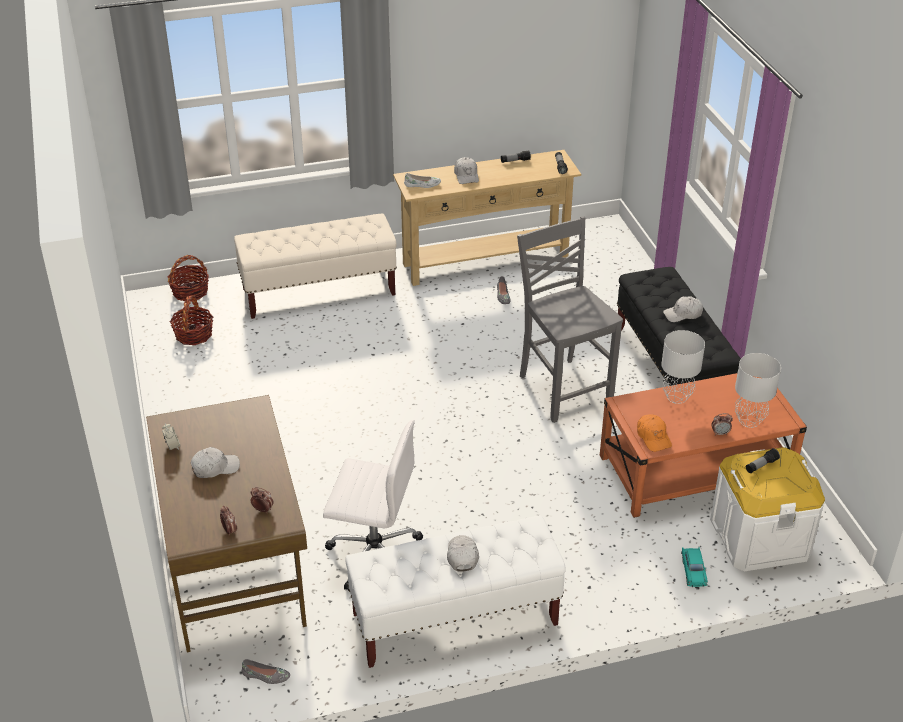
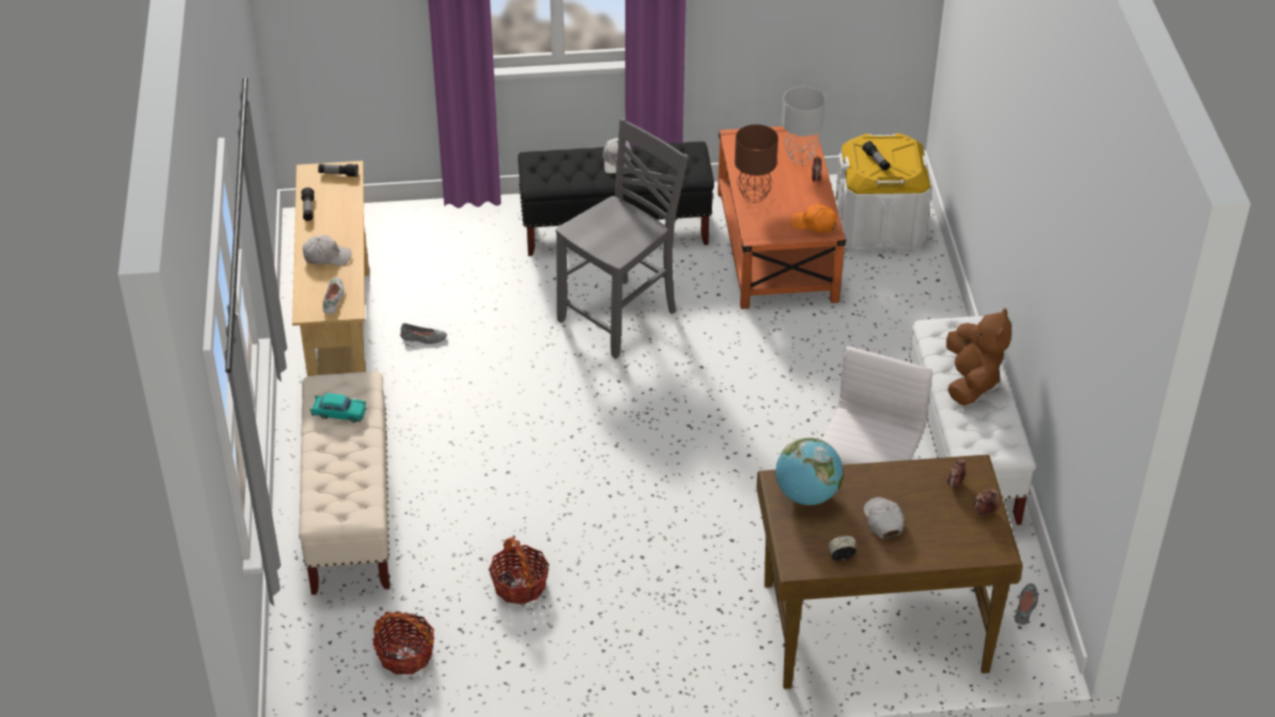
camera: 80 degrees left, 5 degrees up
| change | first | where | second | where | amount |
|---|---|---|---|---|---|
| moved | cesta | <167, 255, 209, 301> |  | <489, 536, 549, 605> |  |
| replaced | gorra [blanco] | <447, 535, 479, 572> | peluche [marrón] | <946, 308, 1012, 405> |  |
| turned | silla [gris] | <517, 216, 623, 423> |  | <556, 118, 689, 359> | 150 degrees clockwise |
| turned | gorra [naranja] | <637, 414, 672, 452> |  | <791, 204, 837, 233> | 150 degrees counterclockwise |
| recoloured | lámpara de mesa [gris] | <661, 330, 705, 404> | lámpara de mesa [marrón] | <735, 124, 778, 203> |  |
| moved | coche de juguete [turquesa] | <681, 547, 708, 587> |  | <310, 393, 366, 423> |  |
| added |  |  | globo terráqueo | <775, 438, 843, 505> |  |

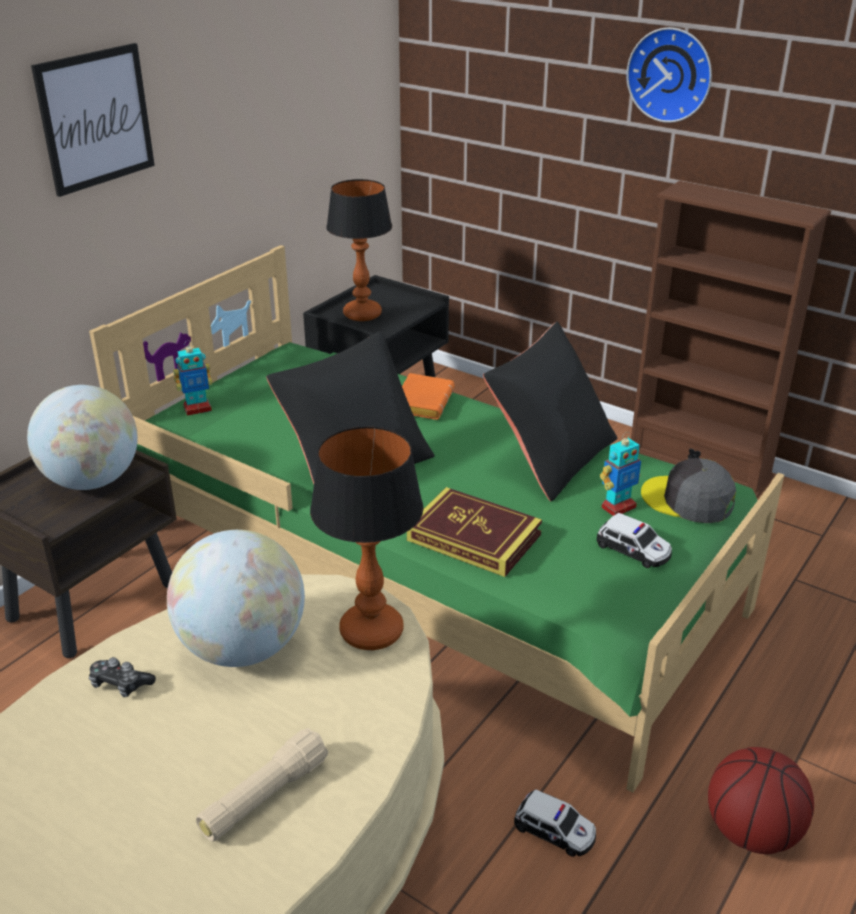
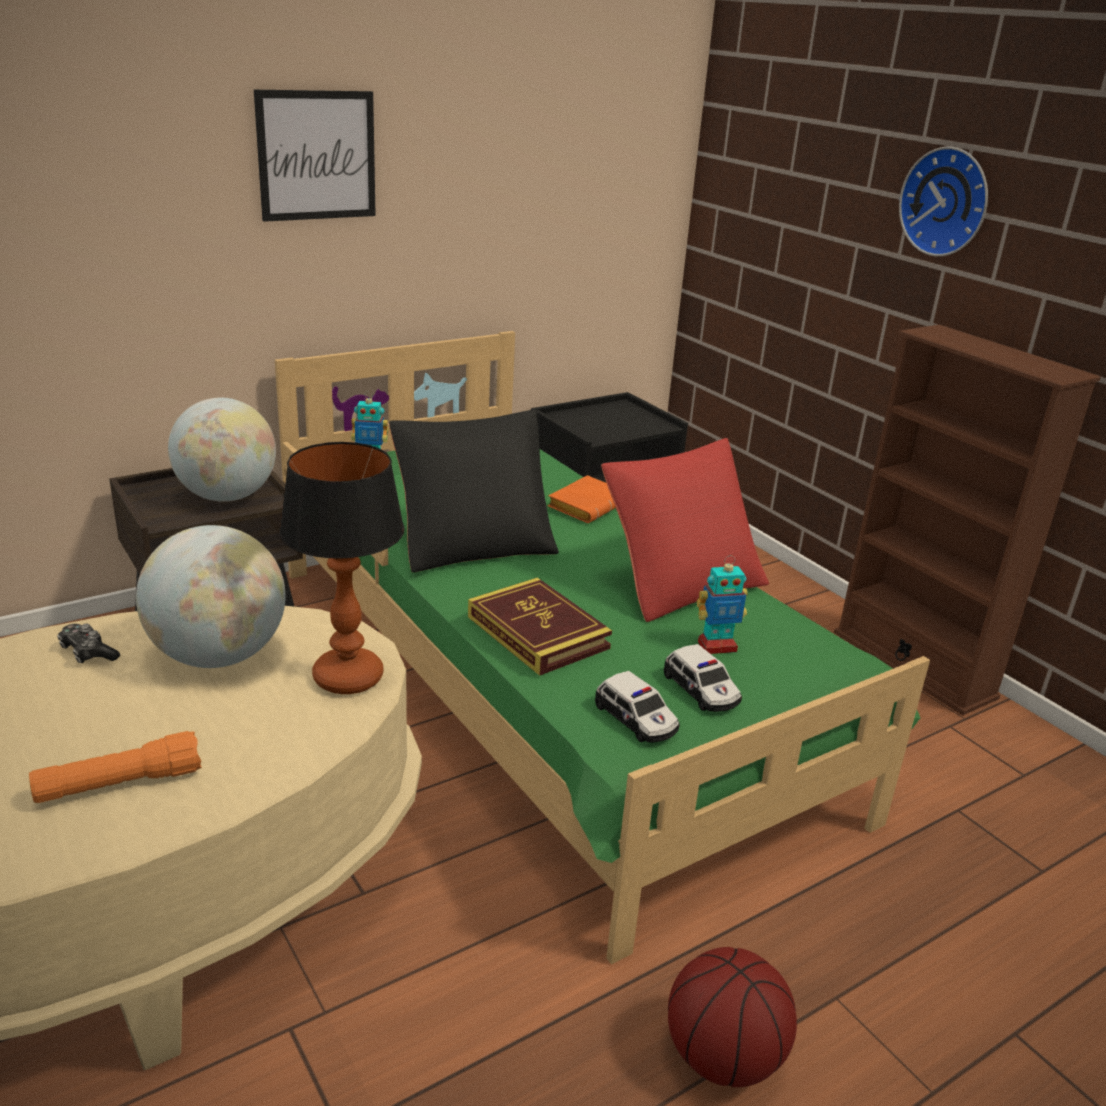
camera: 20 degrees right, 5 degrees down
| change | first | where | second | where | amount |
|---|---|---|---|---|---|
| recoloured | linterna [beis] | <196, 728, 328, 841> | linterna [naranja] | <29, 731, 202, 803> |  |
| removed | lámpara de mesa | <326, 179, 392, 321> |  |  |  |
| recoloured | cojín [negro] | <483, 322, 618, 501> | cojín [rojo] | <601, 438, 769, 622> |  |
| moved | coche de juguete | <514, 789, 596, 857> |  | <595, 671, 680, 743> |  |
| removed | gorra [gris] | <641, 458, 736, 523> |  |  |  |

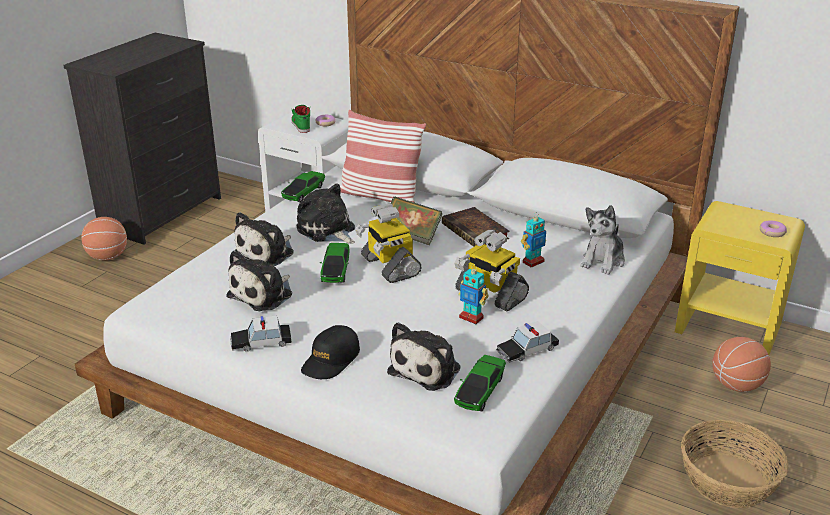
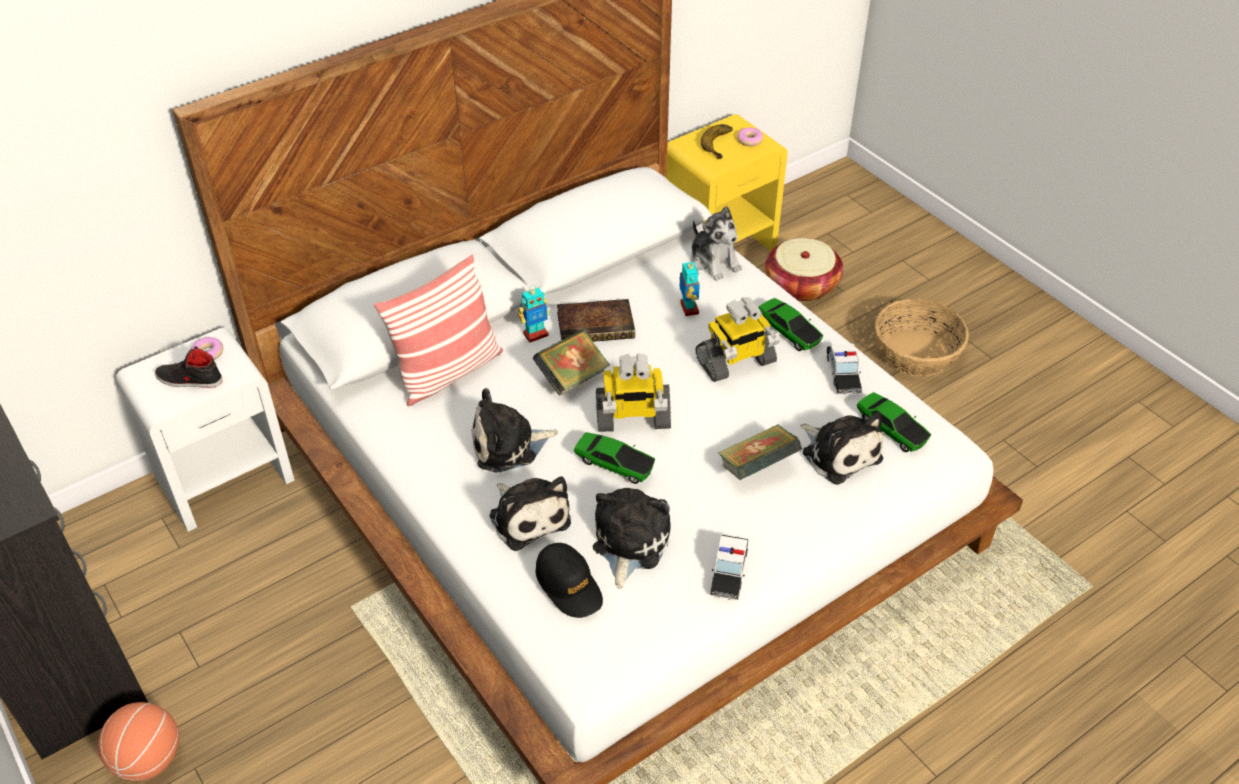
camera: 65 degrees left, 15 degrees up
| change | first | where | second | where | amount |
|---|---|---|---|---|---|
| turned | peluche | <226, 251, 292, 311> |  | <593, 487, 670, 589> | 135 degrees counterclockwise |
| moved | coche de juguete | <281, 171, 325, 202> |  | <758, 298, 823, 351> |  |
| recoloured | zapato [verde] | <291, 105, 310, 133> | zapato [negro] | <155, 346, 223, 388> |  |
| moved | gorra [negro] | <301, 325, 360, 379> |  | <536, 543, 603, 618> |  |
| moved | robot de juguete | <458, 264, 489, 324> |  | <518, 285, 550, 343> |  |
| replaced | balón de baloncesto | <712, 337, 771, 392> | cesta | <765, 238, 843, 301> |  |
| added |  |  | plátano | <701, 124, 733, 159> |  |
| added |  |  | libro | <718, 424, 802, 480> |  |

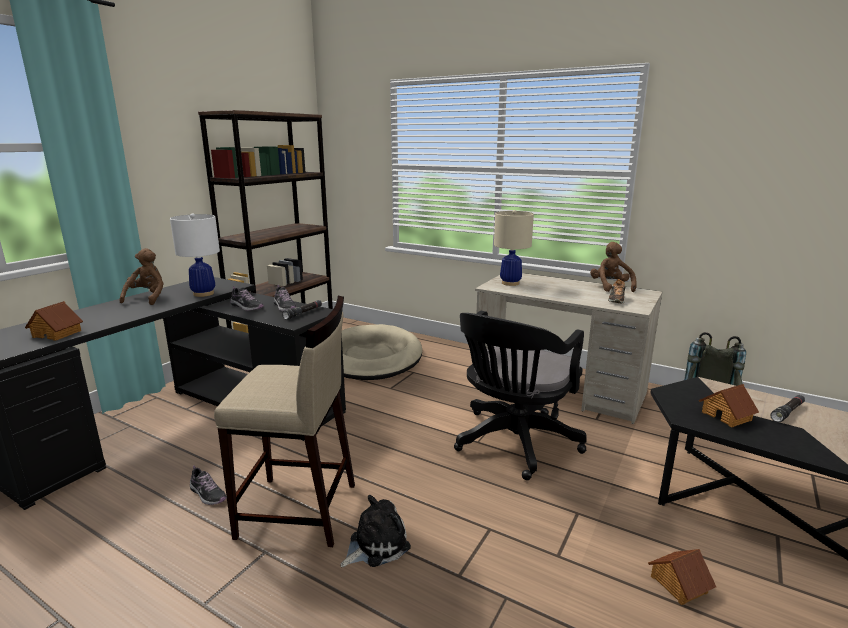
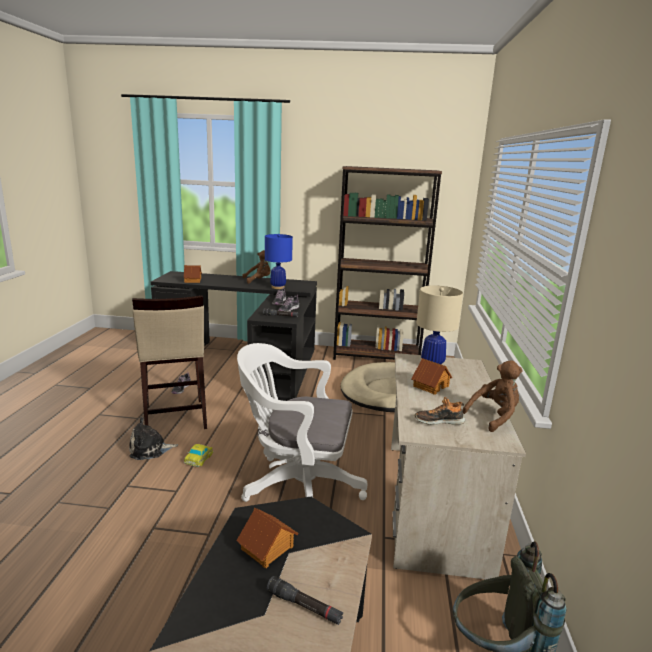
camera: 65 degrees right, 0 degrees up
| change | first | where | second | where | amount |
|---|---|---|---|---|---|
| recoloured | lámpara de mesa [blanco] | <170, 213, 220, 297> | lámpara de mesa [azul] | <265, 234, 293, 289> |  |
| turned | peluche | <340, 495, 411, 567> |  | <129, 417, 178, 460> | 135 degrees clockwise |
| recoloured | silla de oficina [negro] | <454, 311, 587, 480> | silla de oficina [blanco] | <237, 343, 368, 502> |  |
| moved | casita | <648, 549, 716, 605> |  | <411, 358, 452, 395> |  |
| added |  |  | coche de juguete | <184, 444, 213, 467> |  |

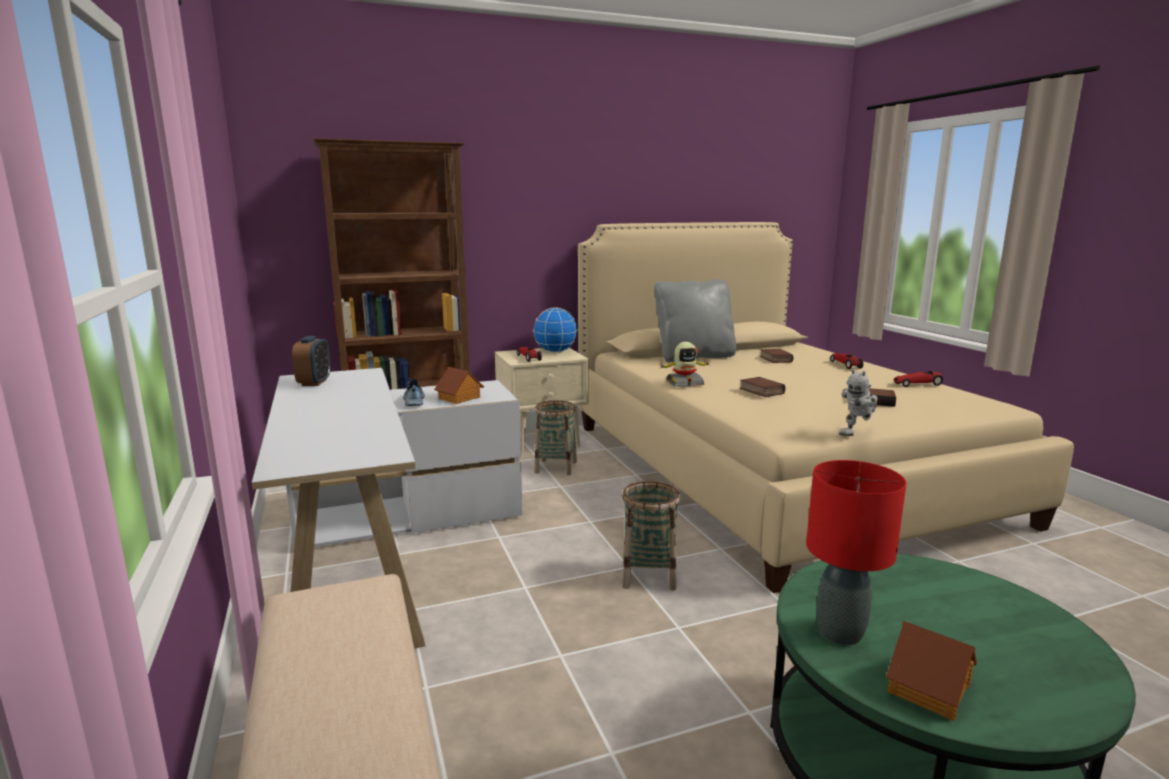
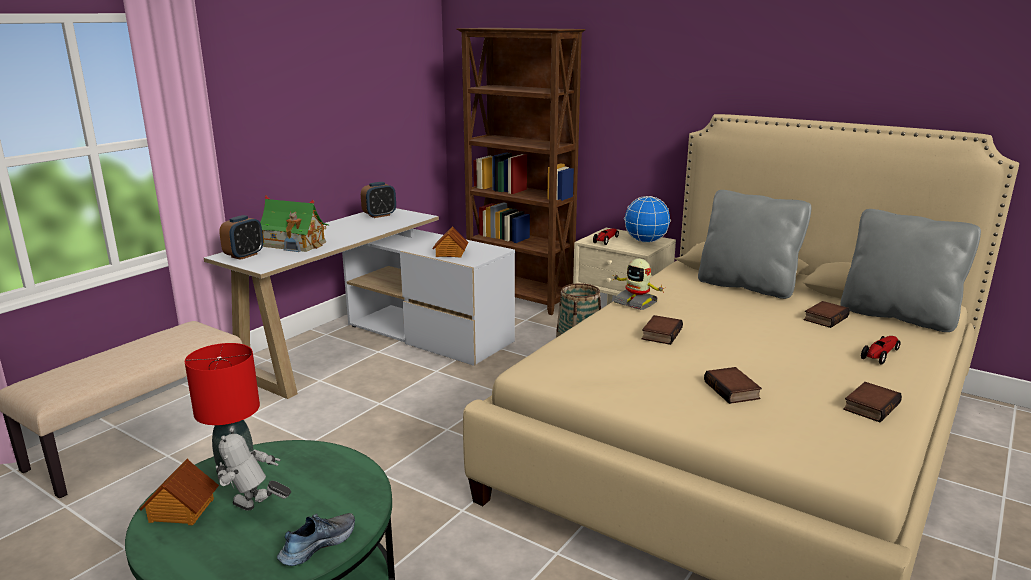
camera: 55 degrees right, 5 degrees up
| change | first | where | second | where | amount |
|---|---|---|---|---|---|
| moved | zapato | <403, 379, 425, 406> |  | <277, 513, 355, 566> |  |
| removed | cesta | <622, 481, 680, 591> |  |  |  |
| moved | robot de juguete | <839, 369, 877, 436> |  | <216, 428, 291, 511> |  |
| replaced | coche de juguete | <894, 371, 943, 387> | libro | <843, 382, 902, 422> |  |
| added |  |  | despertador | <219, 215, 263, 260> |  |
| added |  |  | casita | <260, 196, 329, 252> |  |
| added |  |  | cojín [gris] | <841, 209, 981, 332> |  |

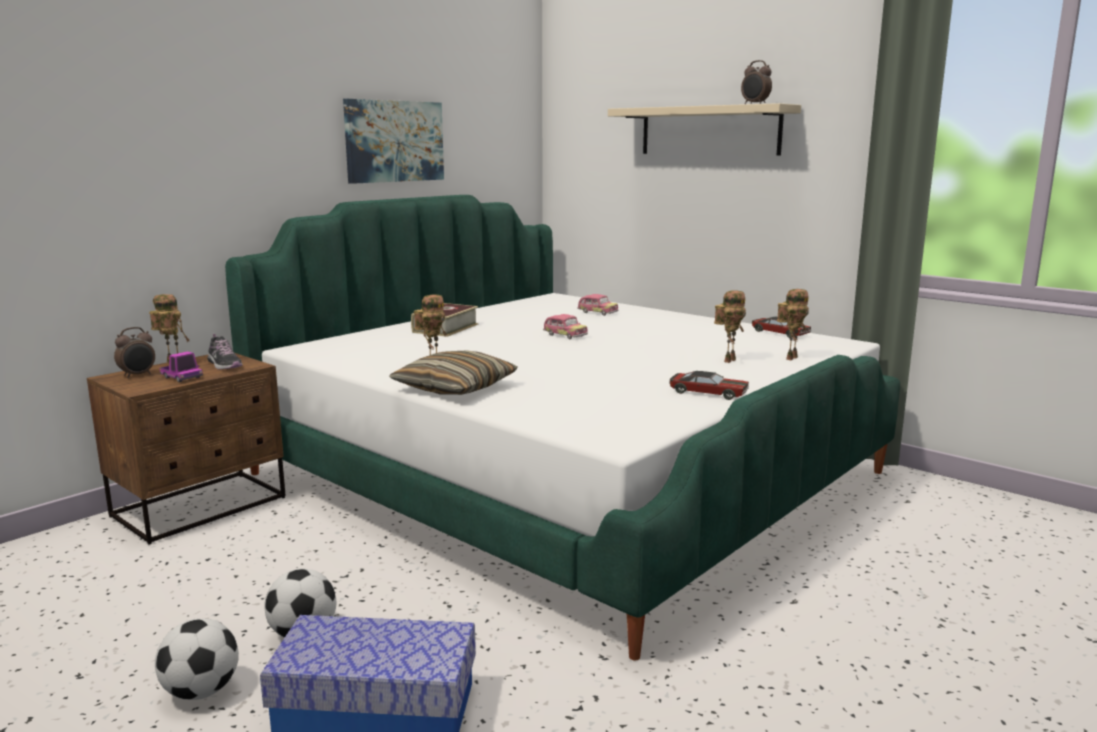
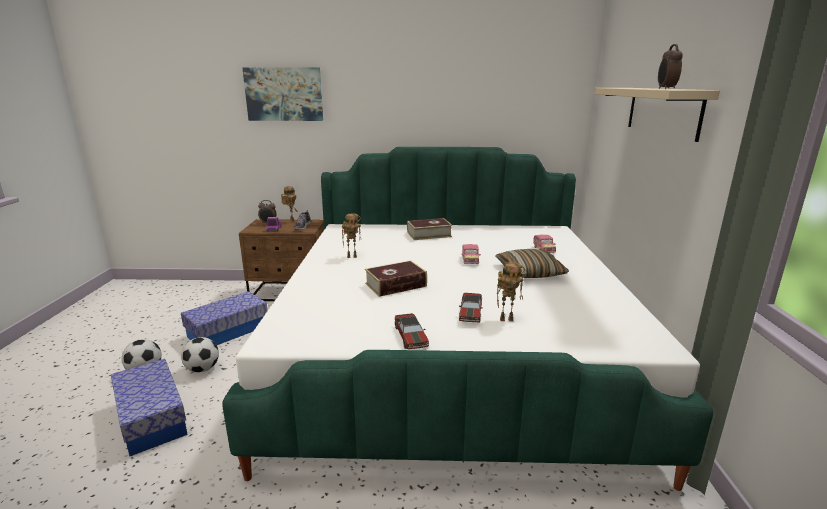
camera: 50 degrees right, 5 degrees up
| change | first | where | second | where | amount |
|---|---|---|---|---|---|
| moved | cuadro | <343, 99, 444, 184> |  | <242, 67, 323, 121> |  |
| moved | cojín | <389, 351, 518, 395> |  | <495, 249, 569, 278> |  |
| moved | coche de juguete | <752, 316, 811, 338> |  | <459, 293, 483, 322> |  |
| removed | robot de juguete | <777, 289, 809, 360> |  |  |  |
| added |  |  | caja de almacenaje | <181, 291, 268, 345> |  |
| added |  |  | libro | <365, 260, 427, 297> |  |

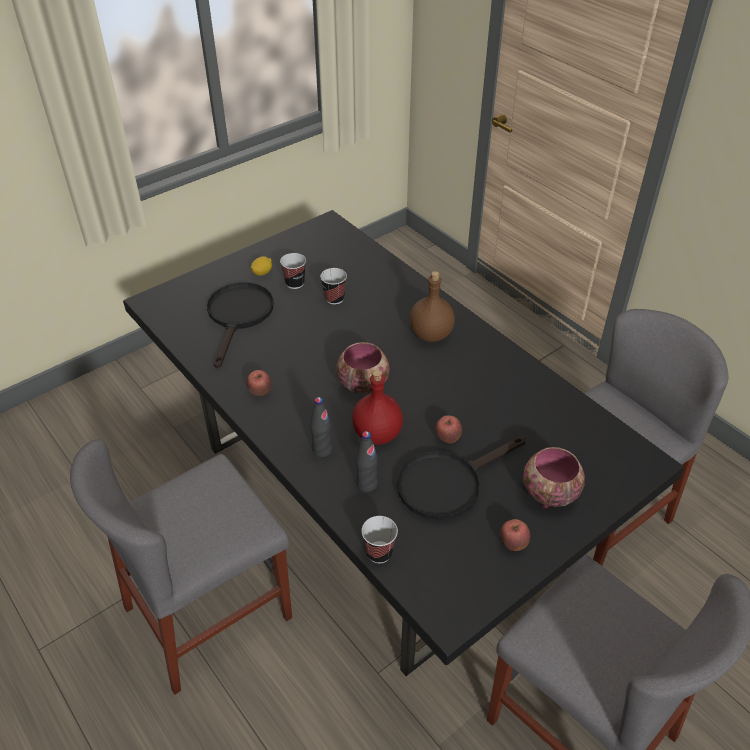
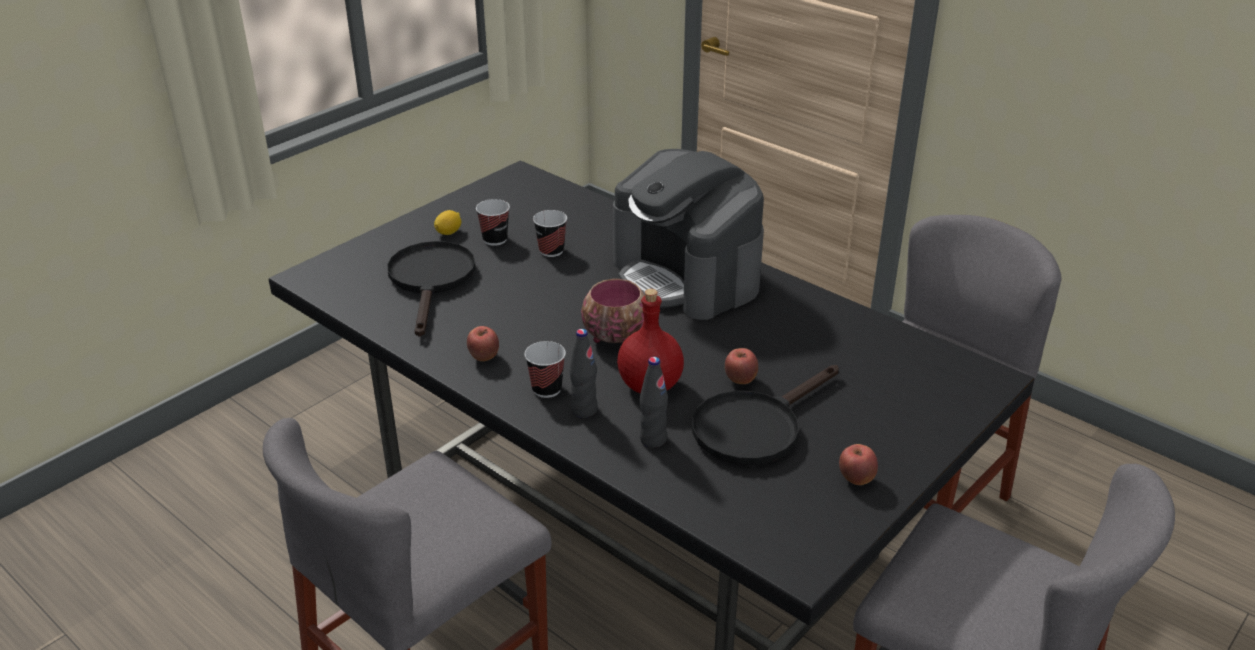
camera: 10 degrees left, 10 degrees down
| change | first | where | second | where | amount |
|---|---|---|---|---|---|
| moved | taza | <362, 516, 398, 563> |  | <525, 341, 566, 398> |  |
| replaced | botella [marrón] | <410, 271, 455, 342> | cafetera | <613, 149, 764, 320> |  |
| removed | cuenco | <523, 447, 585, 509> |  |  |  |

